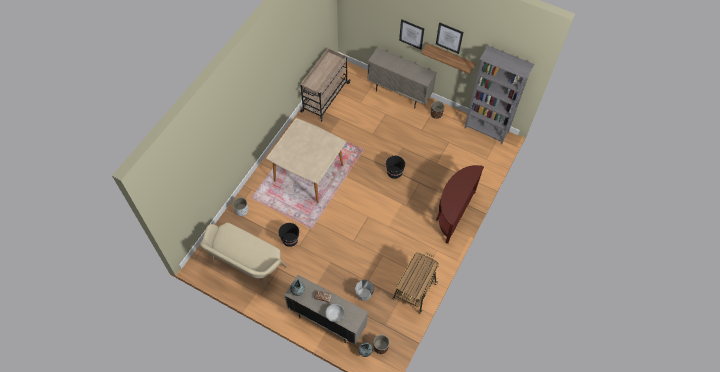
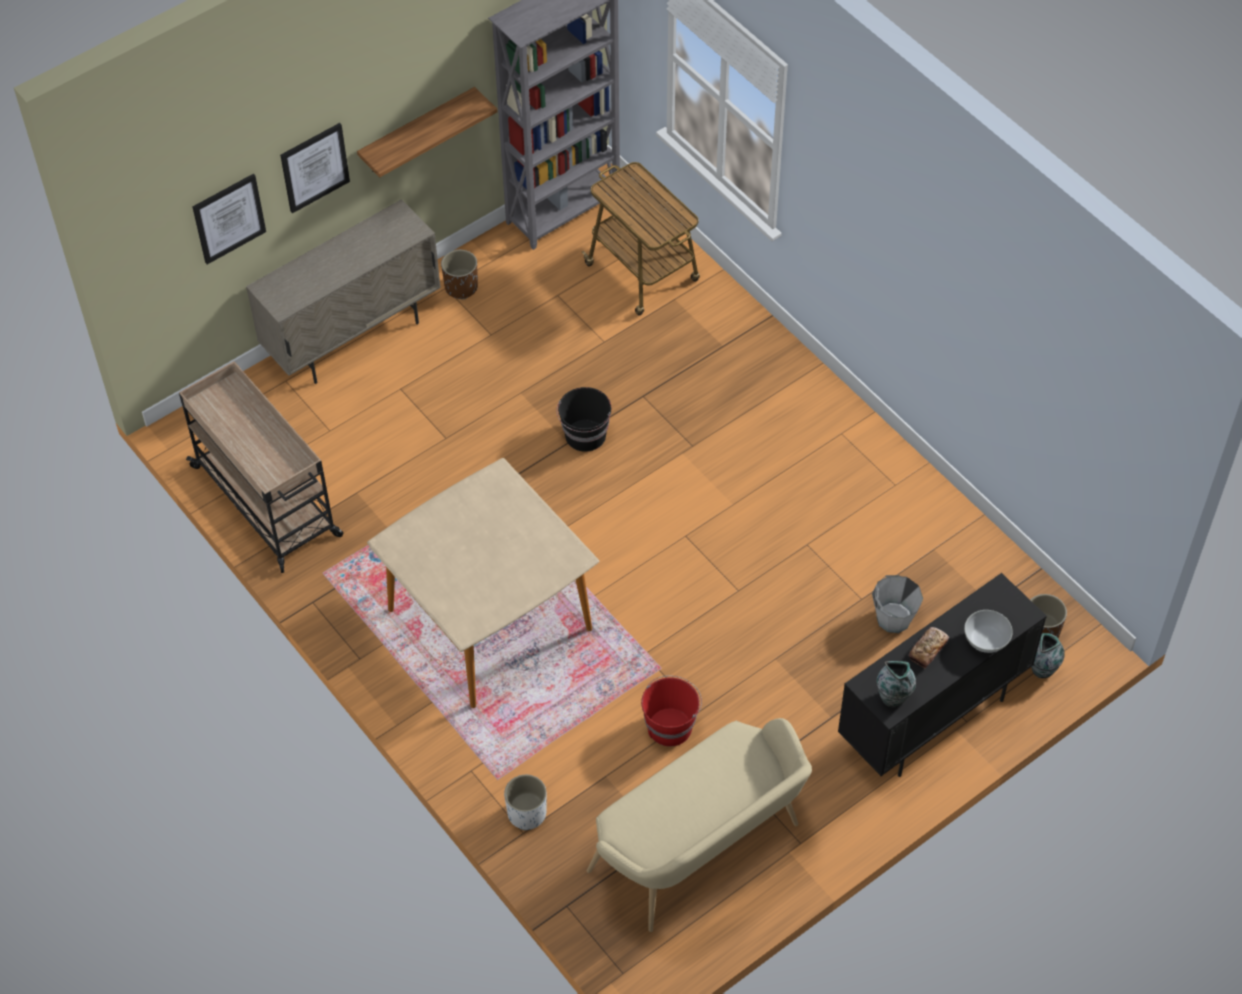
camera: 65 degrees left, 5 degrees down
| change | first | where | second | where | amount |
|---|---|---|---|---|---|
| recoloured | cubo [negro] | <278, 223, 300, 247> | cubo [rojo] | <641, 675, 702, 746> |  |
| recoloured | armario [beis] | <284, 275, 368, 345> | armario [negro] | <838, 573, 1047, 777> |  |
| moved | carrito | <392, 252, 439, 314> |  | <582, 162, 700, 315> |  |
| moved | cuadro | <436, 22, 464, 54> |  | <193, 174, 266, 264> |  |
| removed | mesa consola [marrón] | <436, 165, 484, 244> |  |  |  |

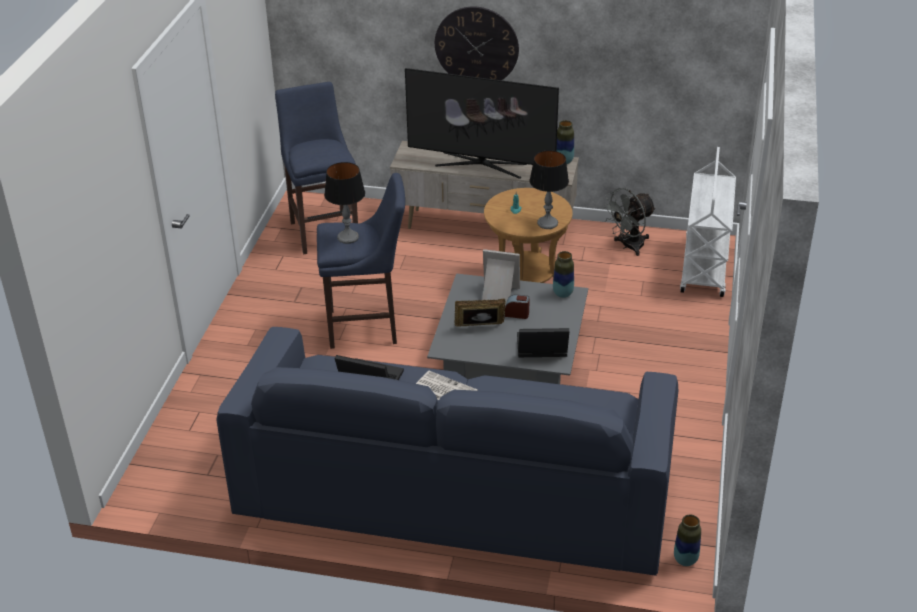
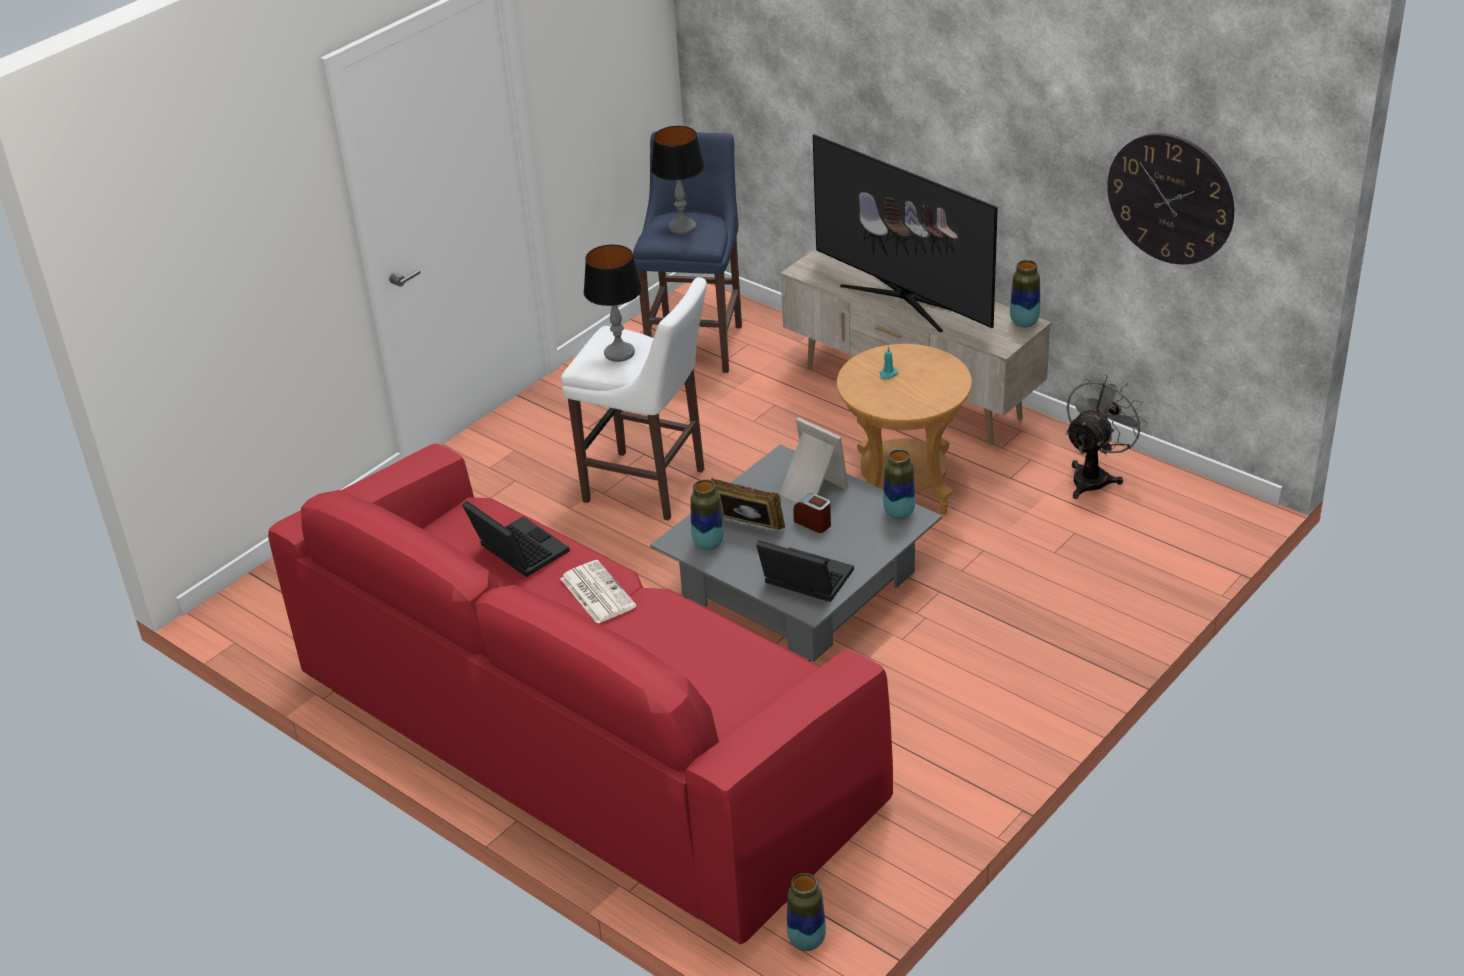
camera: 30 degrees right, 0 degrees up
| change | first | where | second | where | amount |
|---|---|---|---|---|---|
| recoloured | sofá [azul] | <216, 327, 679, 576> | sofá [rojo] | <268, 443, 893, 945> |  |
| recoloured | taburete [azul] | <317, 173, 405, 349> | taburete [blanco] | <561, 277, 707, 521> |  |
| moved | reloj de pared | <435, 6, 519, 80> |  | <1107, 133, 1234, 264> |  |
| moved | lámpara de mesa | <530, 150, 569, 229> |  | <651, 126, 704, 234> |  |
| turned | ventilador [gris] | <602, 188, 656, 256> |  | <1065, 374, 1148, 499> | 135 degrees clockwise |
| removed | carrito [blanco] | <680, 147, 736, 297> |  |  |  |
| added |  |  | florero | <690, 479, 724, 550> |  |

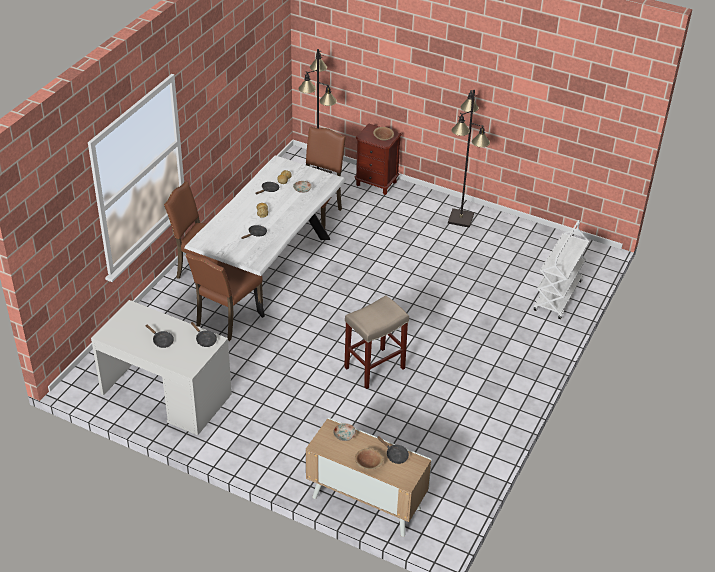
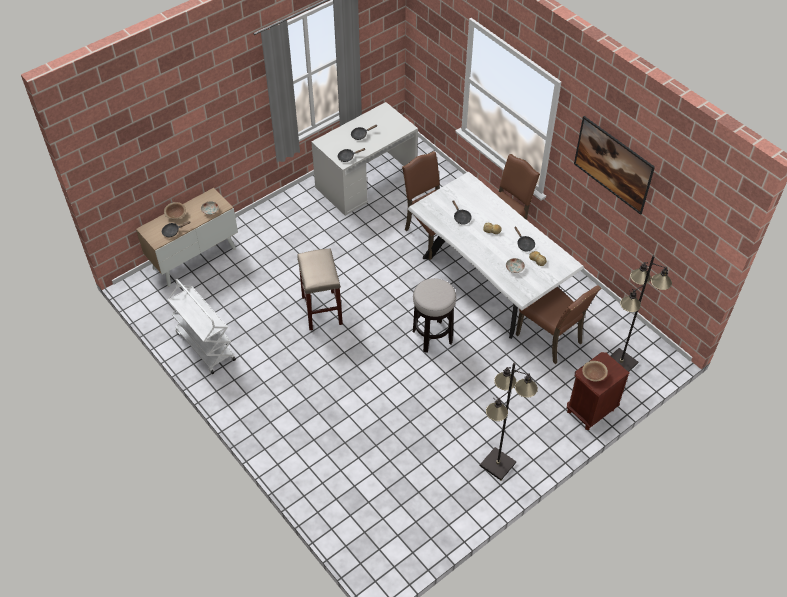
camera: 115 degrees right, 10 degrees up
| change | first | where | second | where | amount |
|---|---|---|---|---|---|
| moved | carrito [blanco] | <533, 220, 589, 319> |  | <168, 279, 236, 374> |  |
| added |  |  | taburete | <413, 278, 456, 353> |  |
| added |  |  | cuadro | <574, 116, 655, 215> |  |

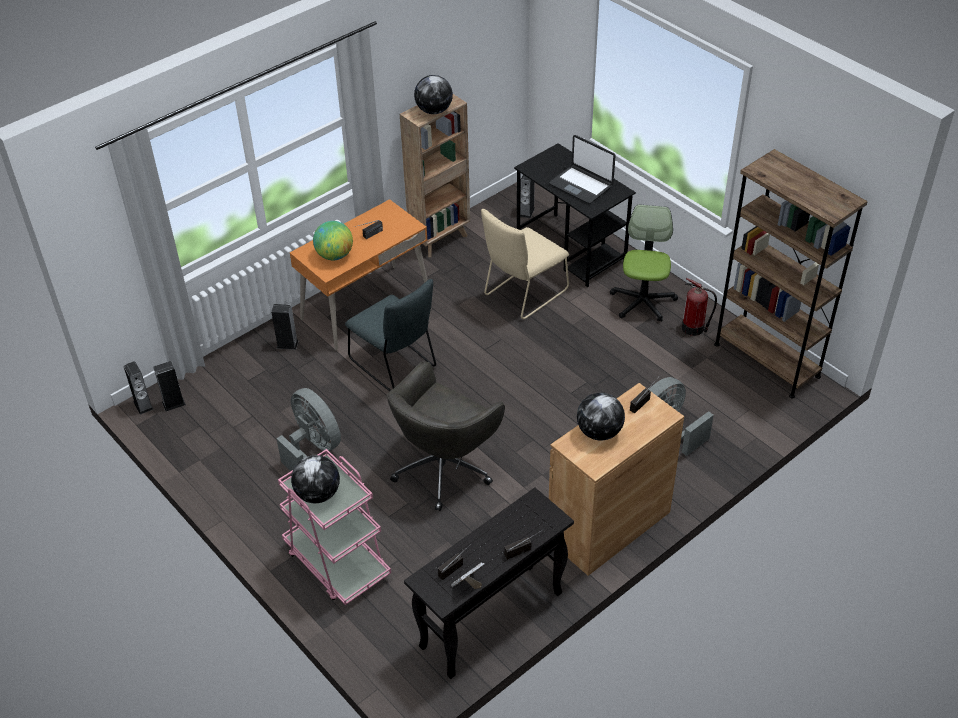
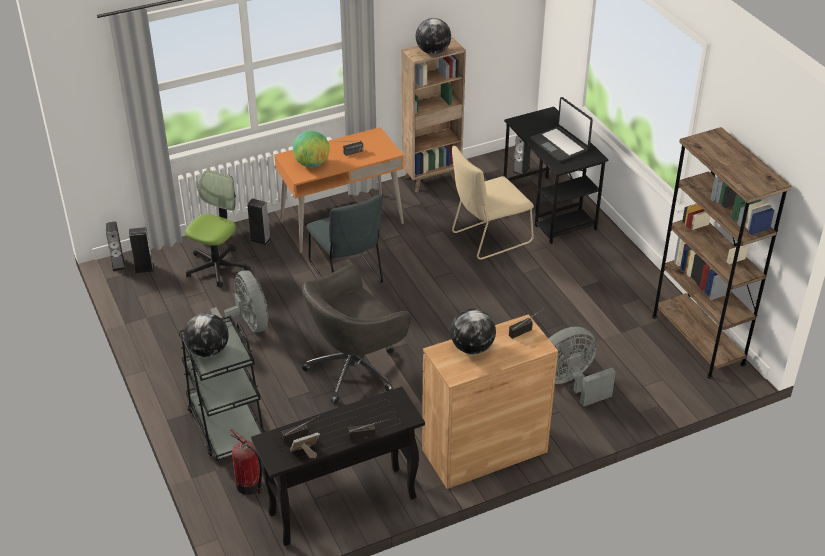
camera: 15 degrees right, 5 degrees down
| change | first | where | second | where | amount |
|---|---|---|---|---|---|
| recoloured | carrito [rosa] | <278, 449, 391, 605> | carrito [negro] | <179, 315, 266, 461> |  |
| moved | silla de oficina | <610, 204, 678, 321> |  | <185, 170, 251, 287> |  |
| moved | extintor | <682, 278, 717, 336> |  | <230, 429, 262, 495> |  |

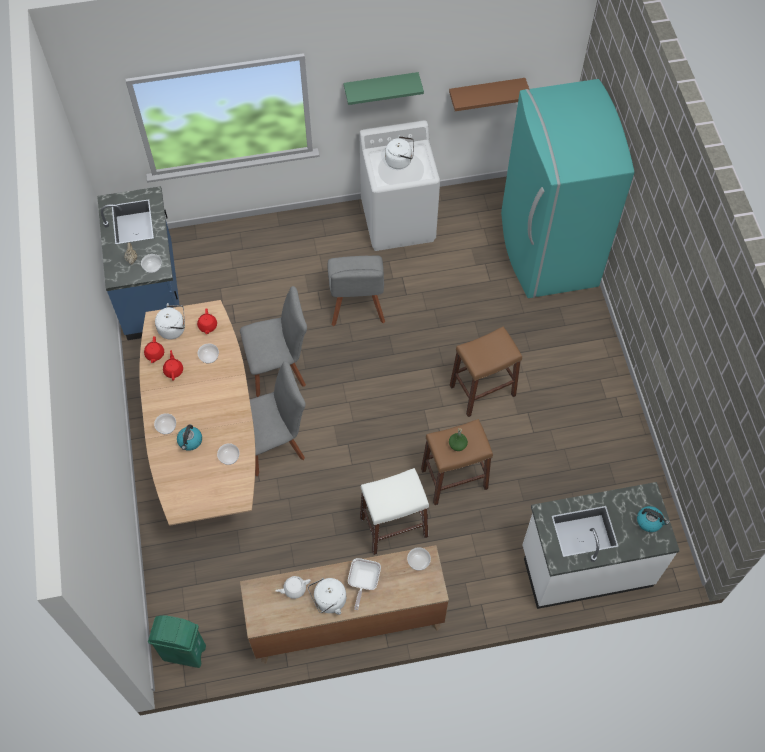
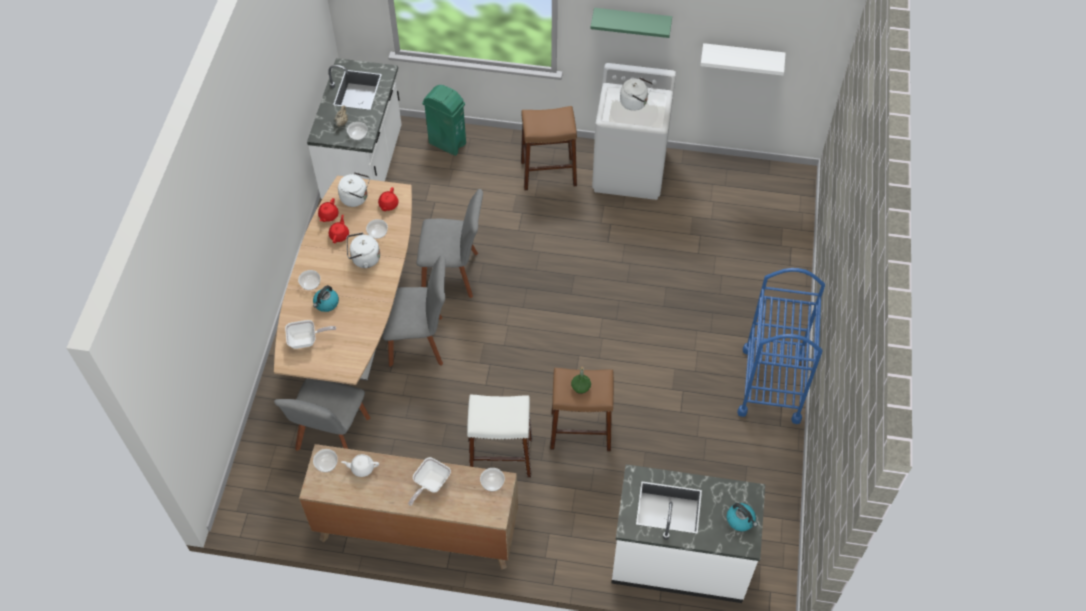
camera: 20 degrees right, 5 degrees down
| change | first | where | second | where | amount |
|---|---|---|---|---|---|
| recoloured | mueble bajo de cocina [azul] | <97, 186, 179, 340> | mueble bajo de cocina [blanco] | <307, 58, 402, 199> |  |
| moved | papelera [verde] | <148, 615, 206, 668> |  | <422, 85, 466, 156> |  |
| moved | cuenco | <217, 443, 239, 465> |  | <313, 449, 338, 472> |  |
| moved | hervidor [blanco] | <308, 578, 346, 615> |  | <346, 232, 380, 268> |  |
| moved | silla [gris] | <328, 255, 385, 326> |  | <274, 378, 371, 451> |  |
| recoloured | estante [marrón] | <449, 78, 530, 111> | estante [blanco] | <700, 43, 786, 76> |  |
| moved | taburete [marrón] | <450, 326, 522, 417> |  | <521, 106, 577, 190> |  |
| removed | nevera [turquesa] | <501, 79, 634, 298> |  |  |  |
| added |  |  | sartén | <285, 320, 336, 349> |  |
| added |  |  | carrito [azul] | <737, 268, 825, 424> |  |

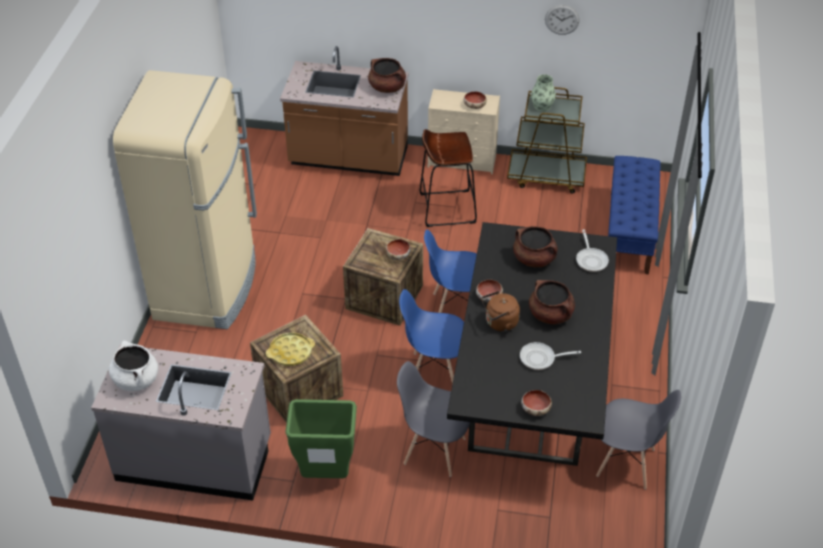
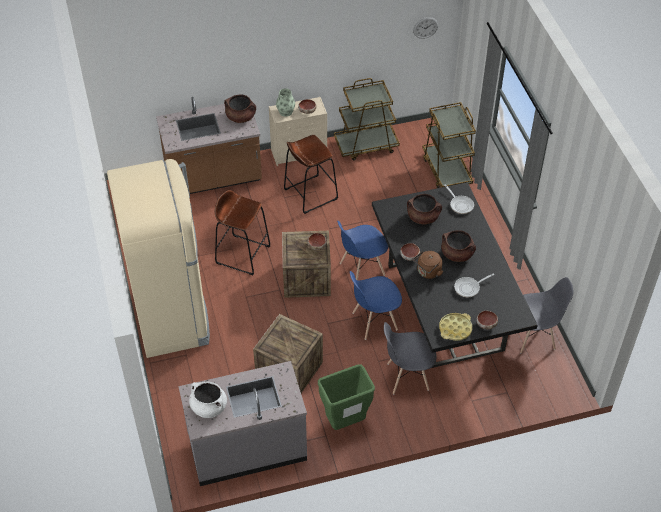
camera: 25 degrees left, 5 degrees up
| change | first | where | second | where | amount |
|---|---|---|---|---|---|
| moved | bandeja [amarillo] | <266, 333, 315, 366> |  | <439, 313, 472, 341> |  |
| moved | florero | <531, 74, 556, 112> |  | <276, 88, 295, 117> |  |
| moved | reloj de pared | <545, 5, 580, 35> |  | <413, 17, 438, 39> |  |
| replaced | banco [azul] | <608, 156, 661, 274> | carrito [marrón] | <423, 102, 476, 188> |  |
| added |  |  | taburete [marrón] | <215, 190, 271, 275> |  |

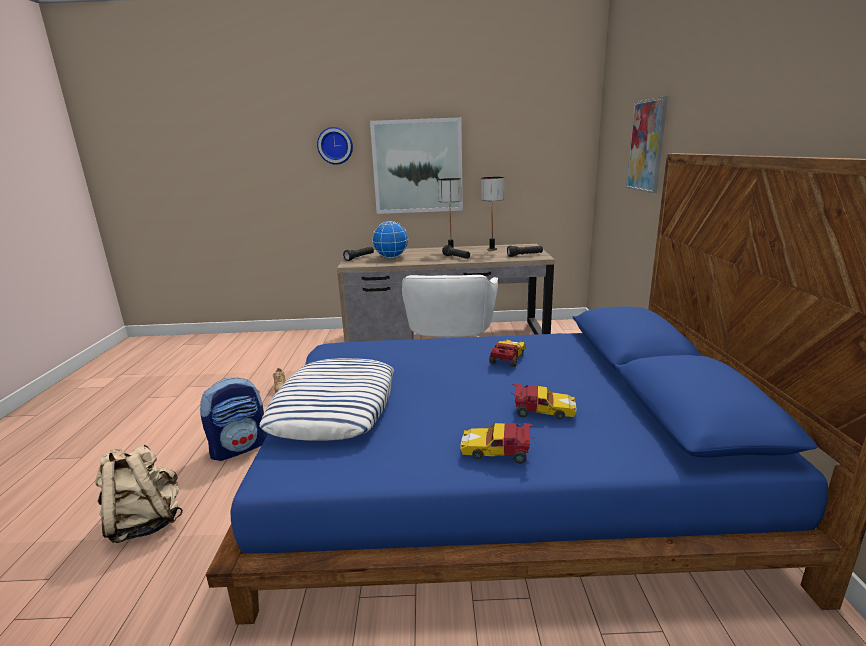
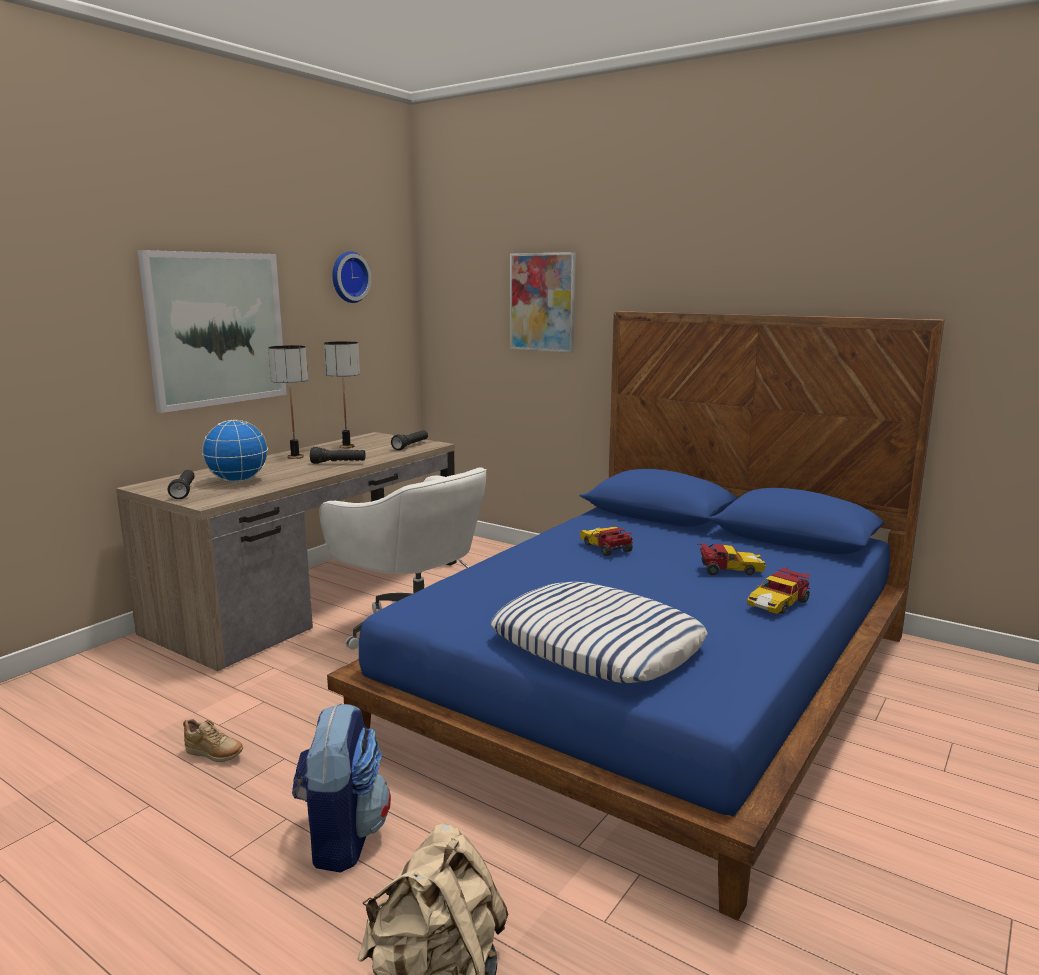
camera: 55 degrees left, 5 degrees down
| change | first | where | second | where | amount |
|---|---|---|---|---|---|
| moved | reloj de pared | <317, 127, 353, 165> |  | <332, 251, 372, 303> |  |
| turned | coche de juguete | <512, 384, 577, 419> |  | <698, 543, 766, 575> | 45 degrees clockwise |

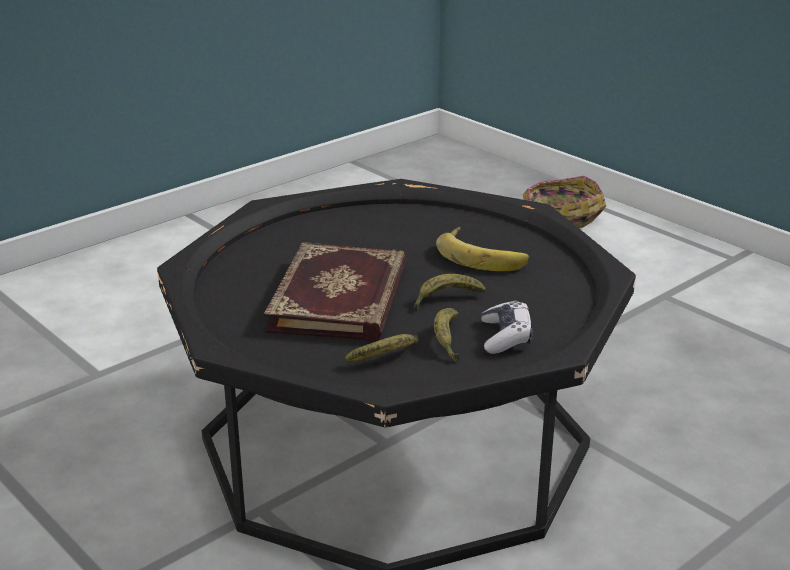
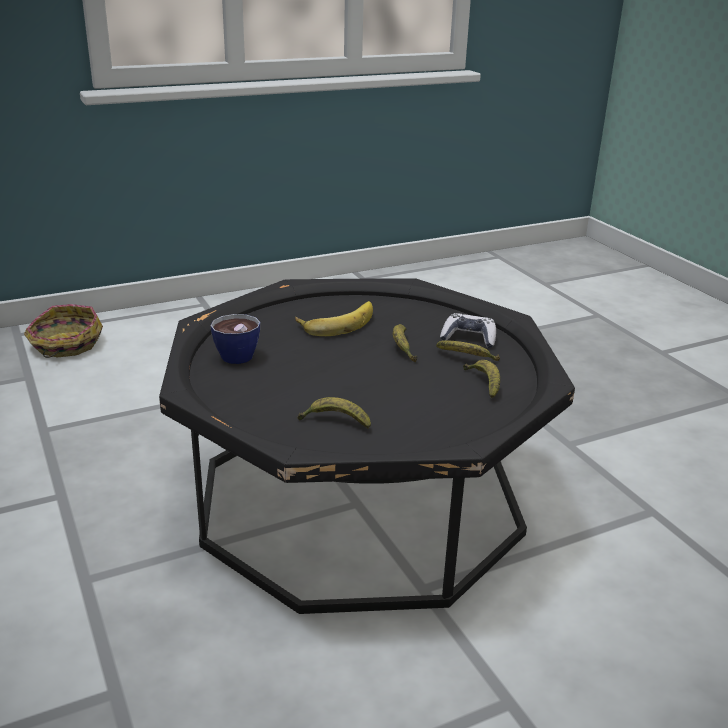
camera: 75 degrees left, 0 degrees up
| change | first | where | second | where | amount |
|---|---|---|---|---|---|
| removed | libro | <264, 242, 407, 341> |  |  |  |
| added |  |  | taza | <210, 314, 260, 364> |  |
| added |  |  | plátano | <297, 397, 371, 429> |  |

